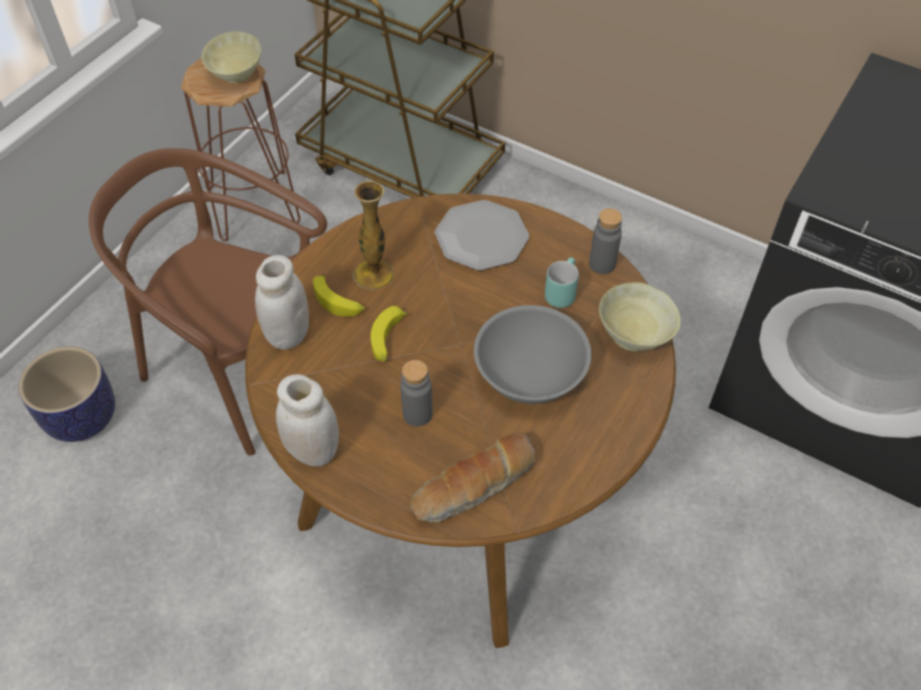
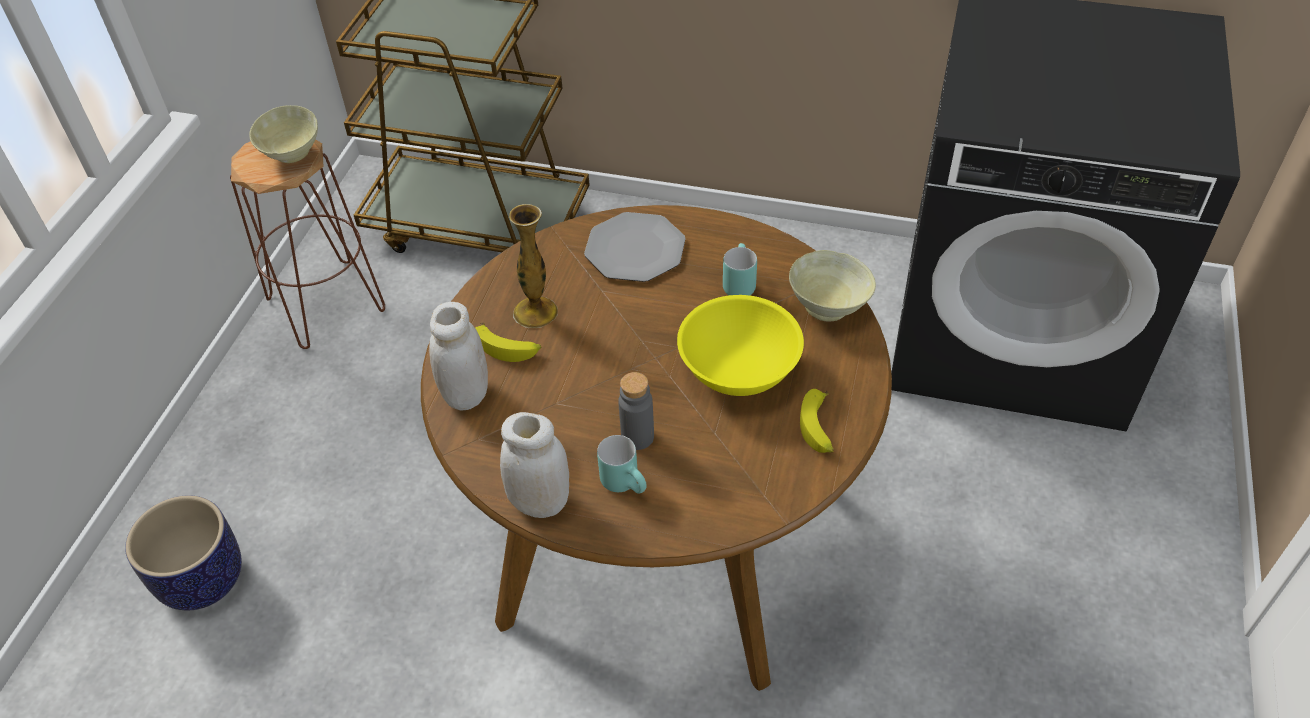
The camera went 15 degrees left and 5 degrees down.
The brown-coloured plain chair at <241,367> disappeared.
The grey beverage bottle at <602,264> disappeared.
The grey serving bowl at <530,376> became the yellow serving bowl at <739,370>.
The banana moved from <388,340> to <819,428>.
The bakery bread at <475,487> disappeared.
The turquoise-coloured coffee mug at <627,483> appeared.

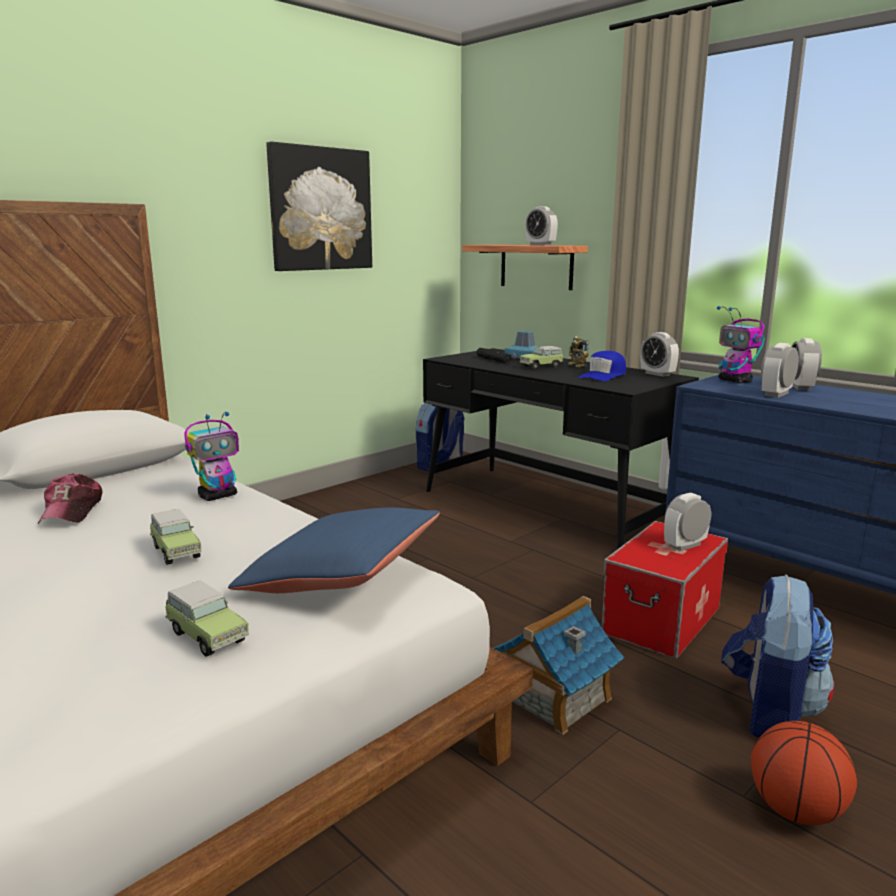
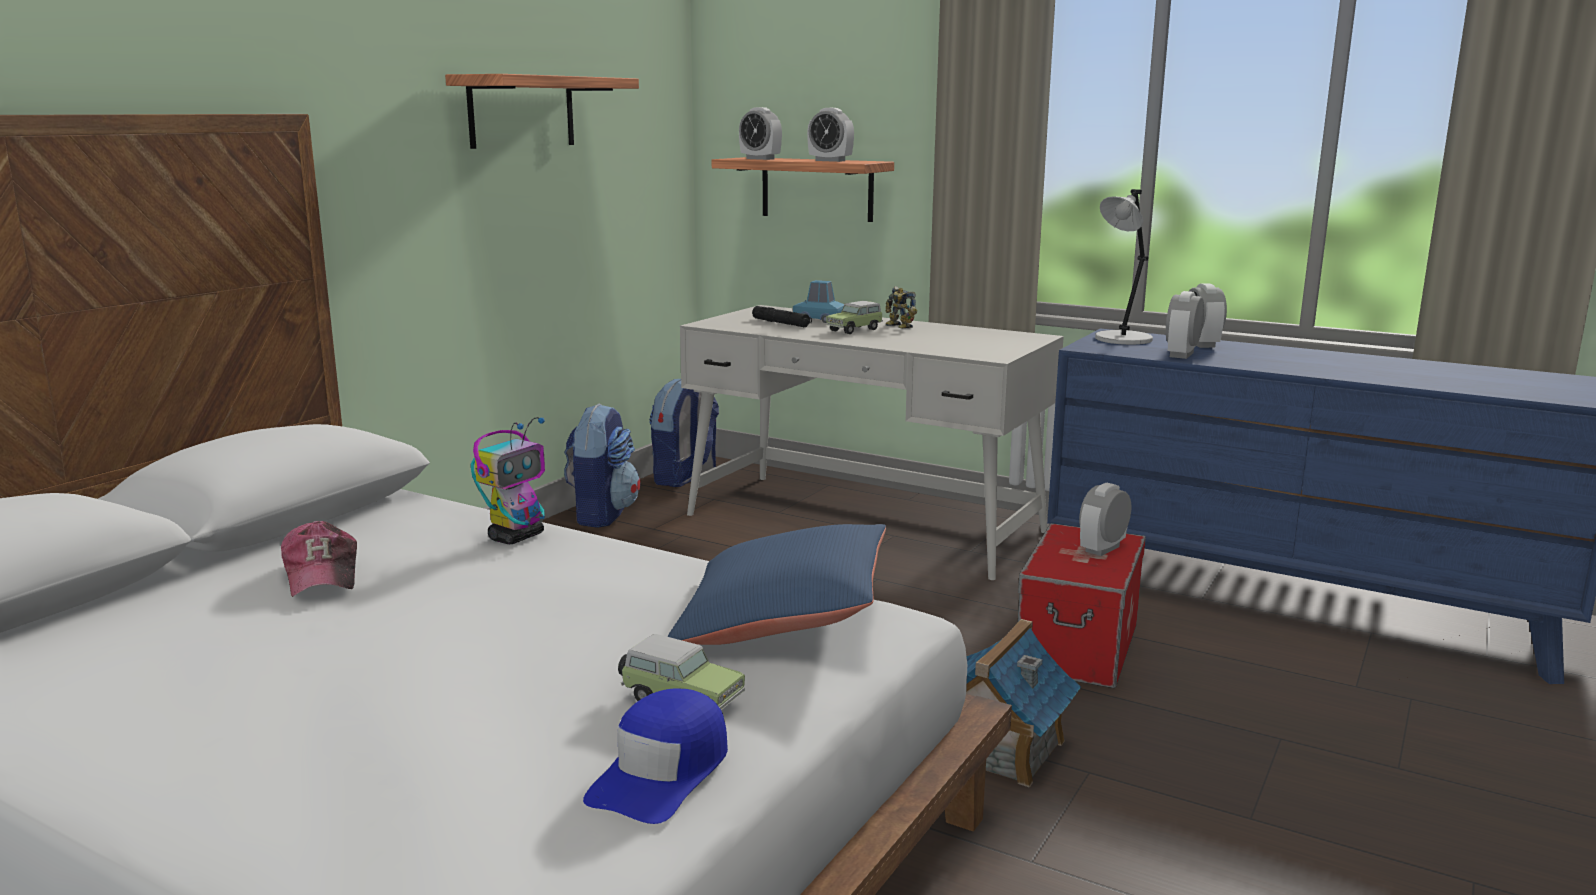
The camera went 15 degrees left and 0 degrees up.
The wall picture at <320,209> was replaced by the bracket shelf at <522,112>.
The model robot at <735,381> was replaced by the grey tabletop lamp at <1121,340>.
The table clock moved from <657,374> to <760,159>.
The blackish desk unit at <545,508> became the whitish desk unit at <864,523>.
The bluish baseball cap moved from <603,376> to <662,773>.
The toy car at <176,551> disappeared.
The knapsack moved from <769,712> to <601,514>.
The ball for basketball at <795,810> disappeared.

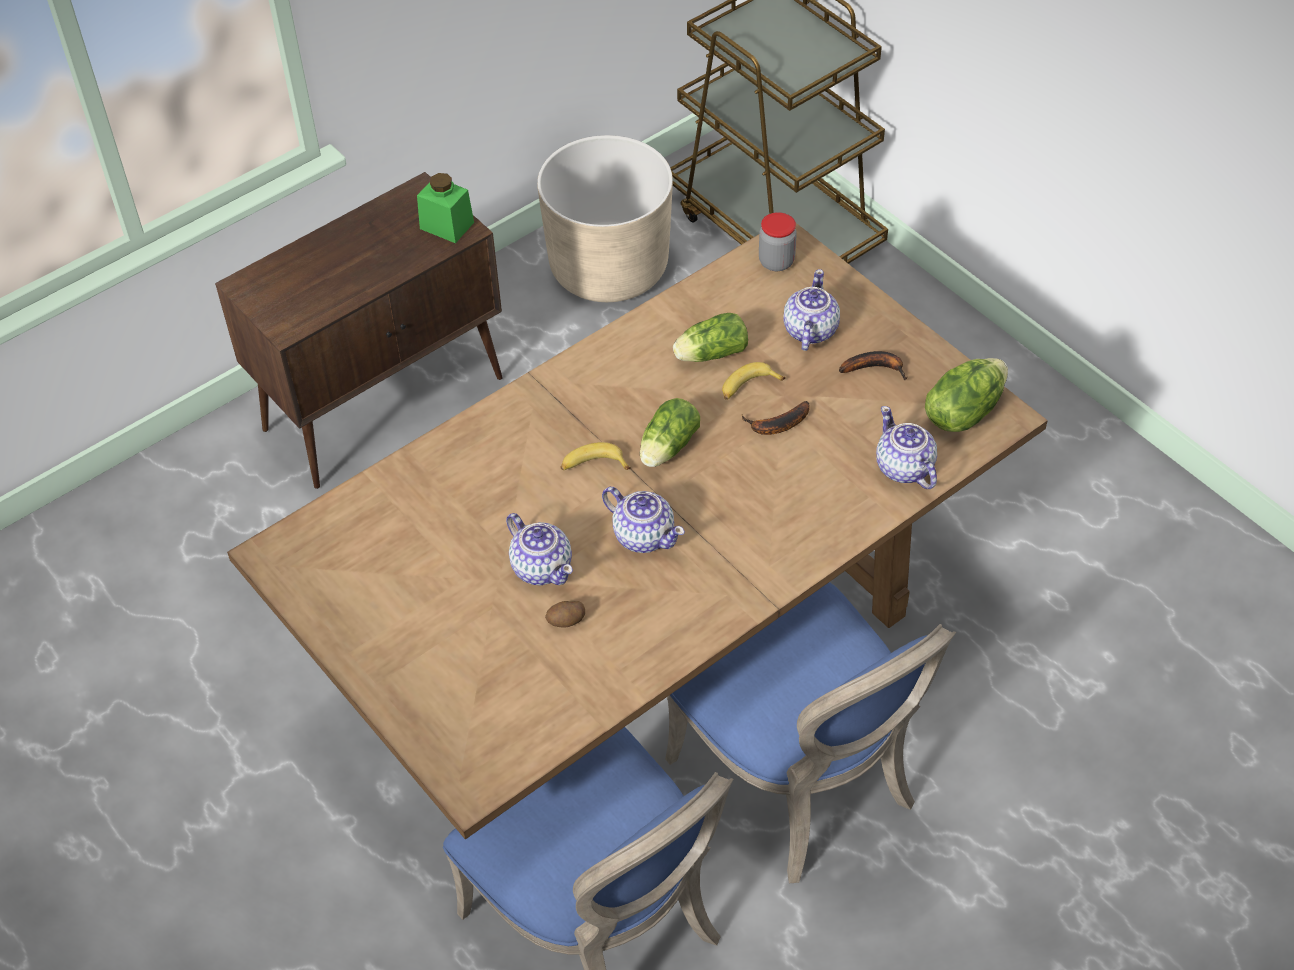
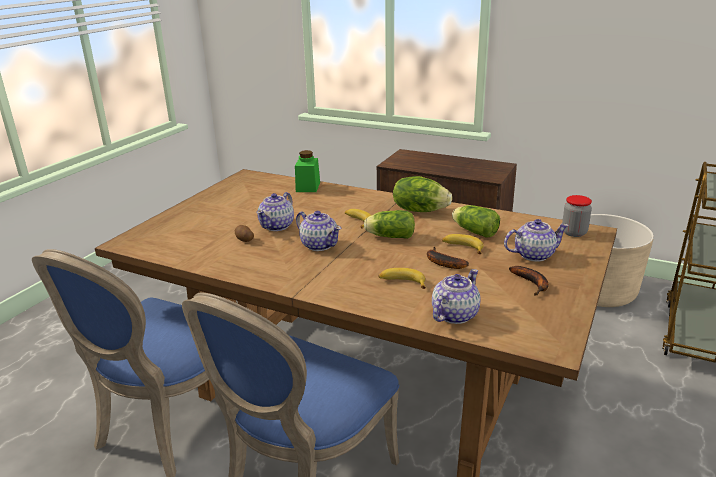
The camera went 65 degrees right and 25 degrees down.
The green-coloured jar moved from <447,225> to <308,187>.
The lettuce moved from <963,412> to <420,210>.
The tea pot at <643,535> turned 60 degrees counterclockwise.
The banana at <402,282> appeared.

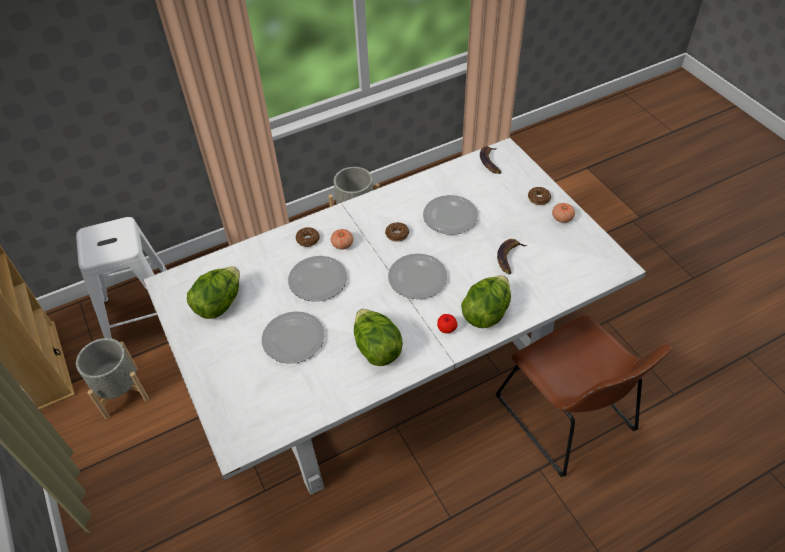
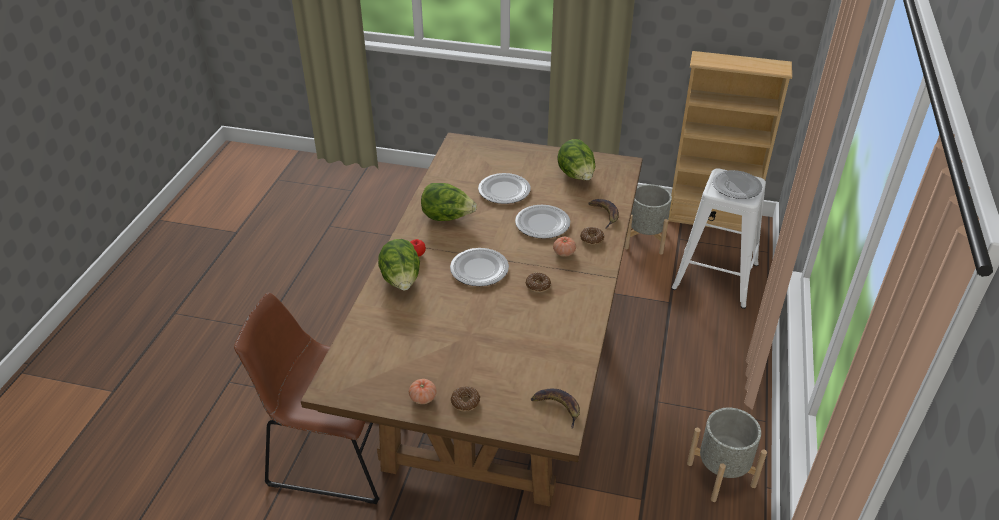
The camera went 130 degrees right and 10 degrees down.
The whitish kitchen table at <398,371> became the brown-coloured kitchen table at <499,381>.
The dinner plate moved from <449,217> to <736,186>.
The banana moved from <509,257> to <604,214>.

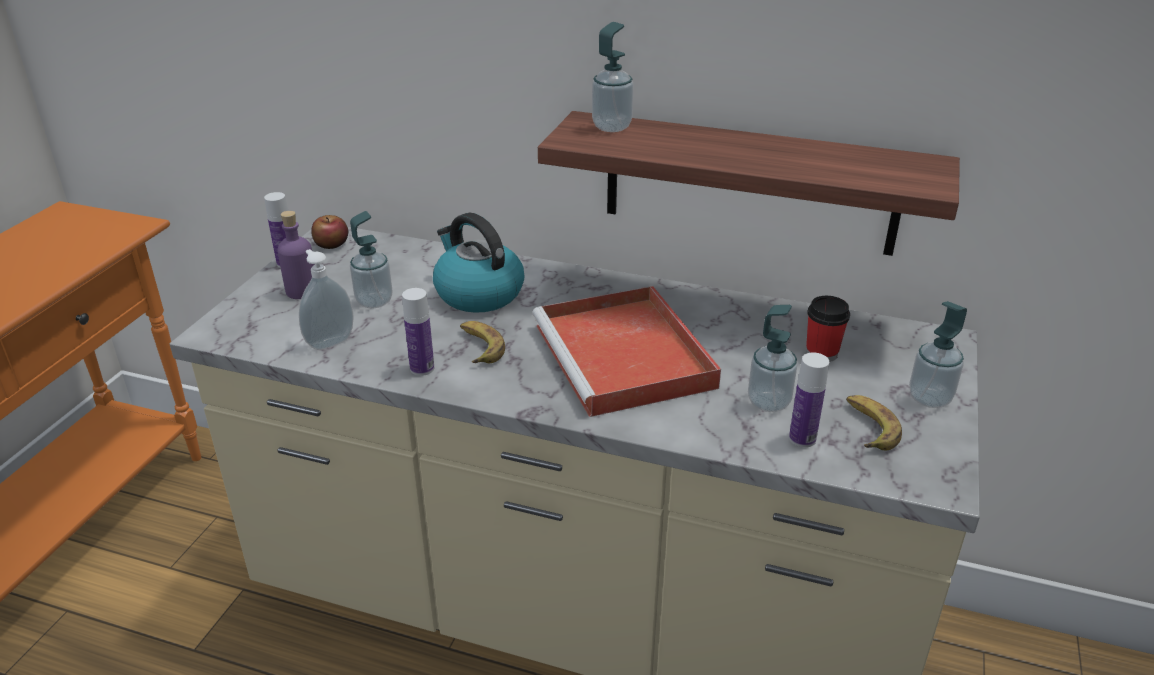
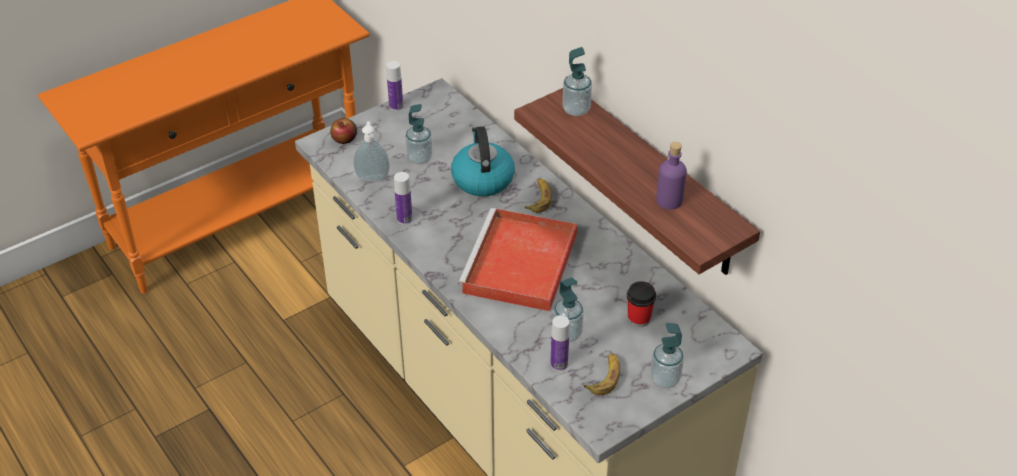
The camera went 35 degrees right and 10 degrees up.
The purple-coloured beverage bottle moved from <302,291> to <669,200>.
The apple fruit moved from <332,244> to <344,139>.
The banana moved from <479,347> to <539,198>.

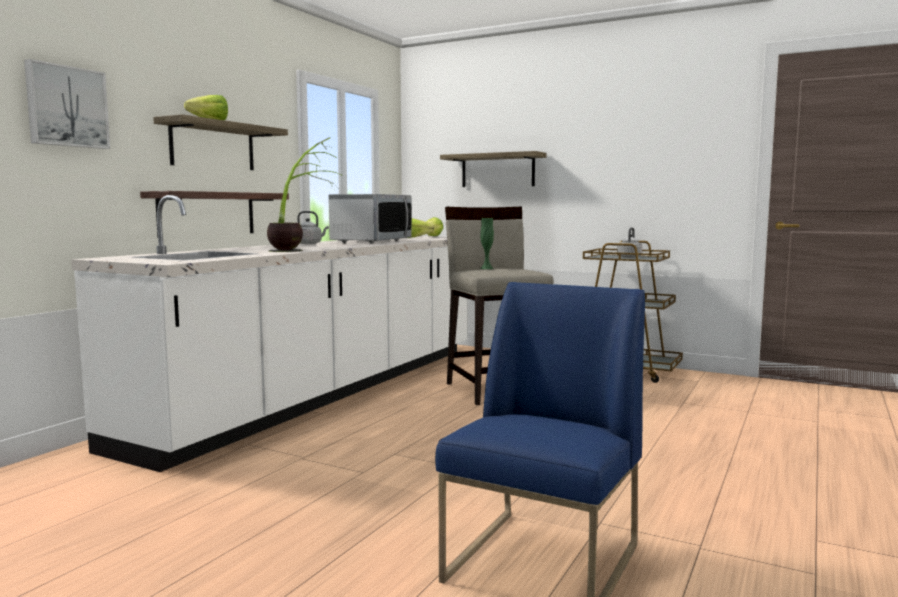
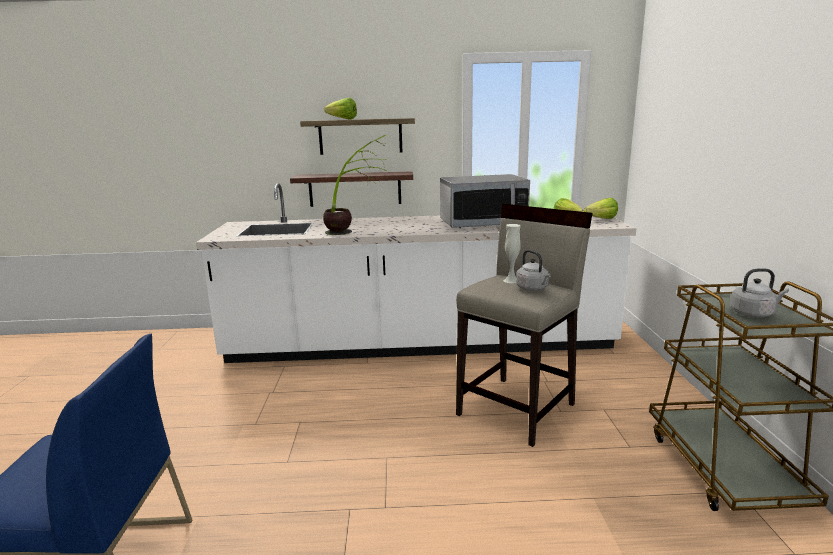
The camera went 60 degrees right and 10 degrees up.
The wall picture at <66,107> disappeared.
The bracket shelf at <497,170> disappeared.
The grey tea kettle moved from <310,243> to <533,289>.
The green-coloured vase at <486,268> became the whitish vase at <511,280>.

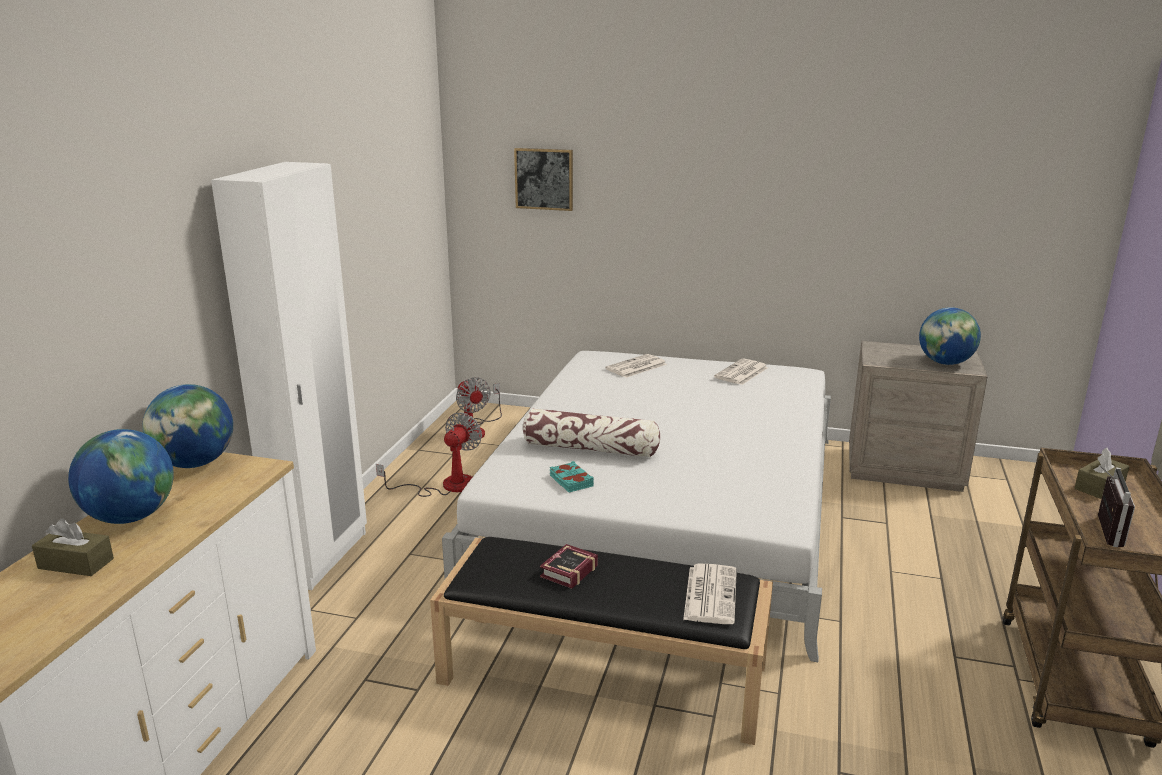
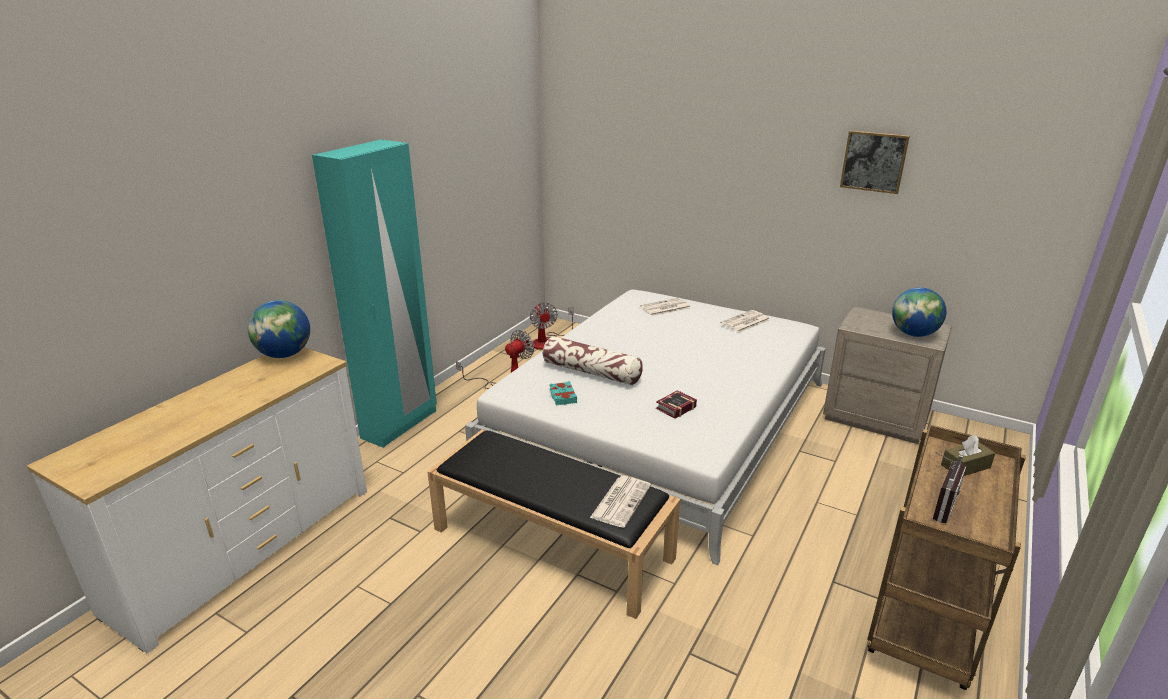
The camera went 15 degrees right and 5 degrees up.
The wall picture moved from <544,179> to <873,161>.
The whitish clothes cupboard at <322,557> became the turquoise-coloured clothes cupboard at <400,424>.
The desk globe at <130,517> disappeared.
The brown-coloured box of tissues at <76,563> disappeared.
The volume moved from <566,572> to <674,408>.

